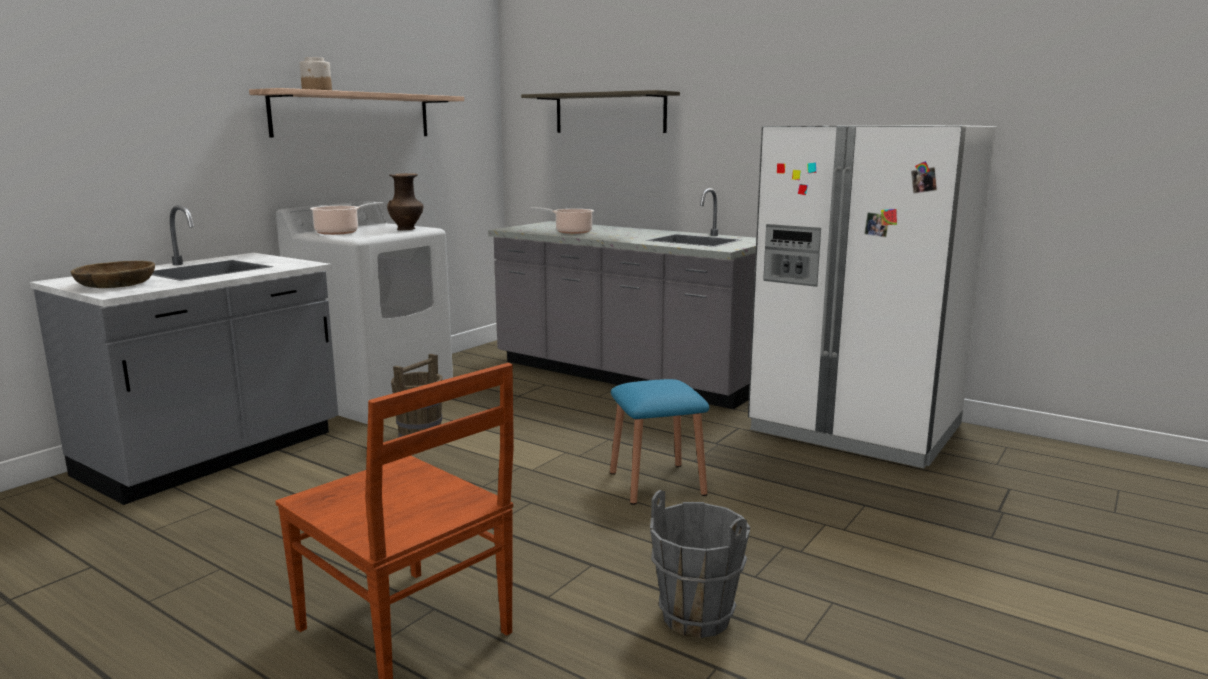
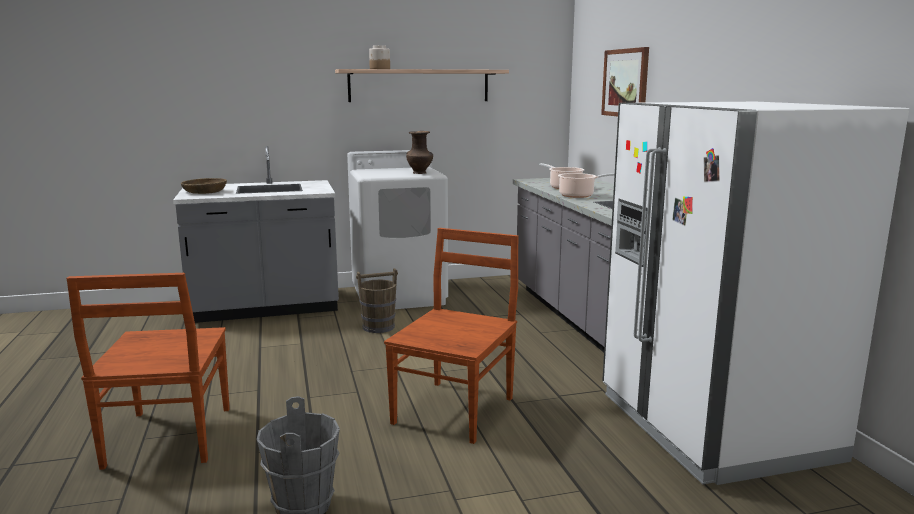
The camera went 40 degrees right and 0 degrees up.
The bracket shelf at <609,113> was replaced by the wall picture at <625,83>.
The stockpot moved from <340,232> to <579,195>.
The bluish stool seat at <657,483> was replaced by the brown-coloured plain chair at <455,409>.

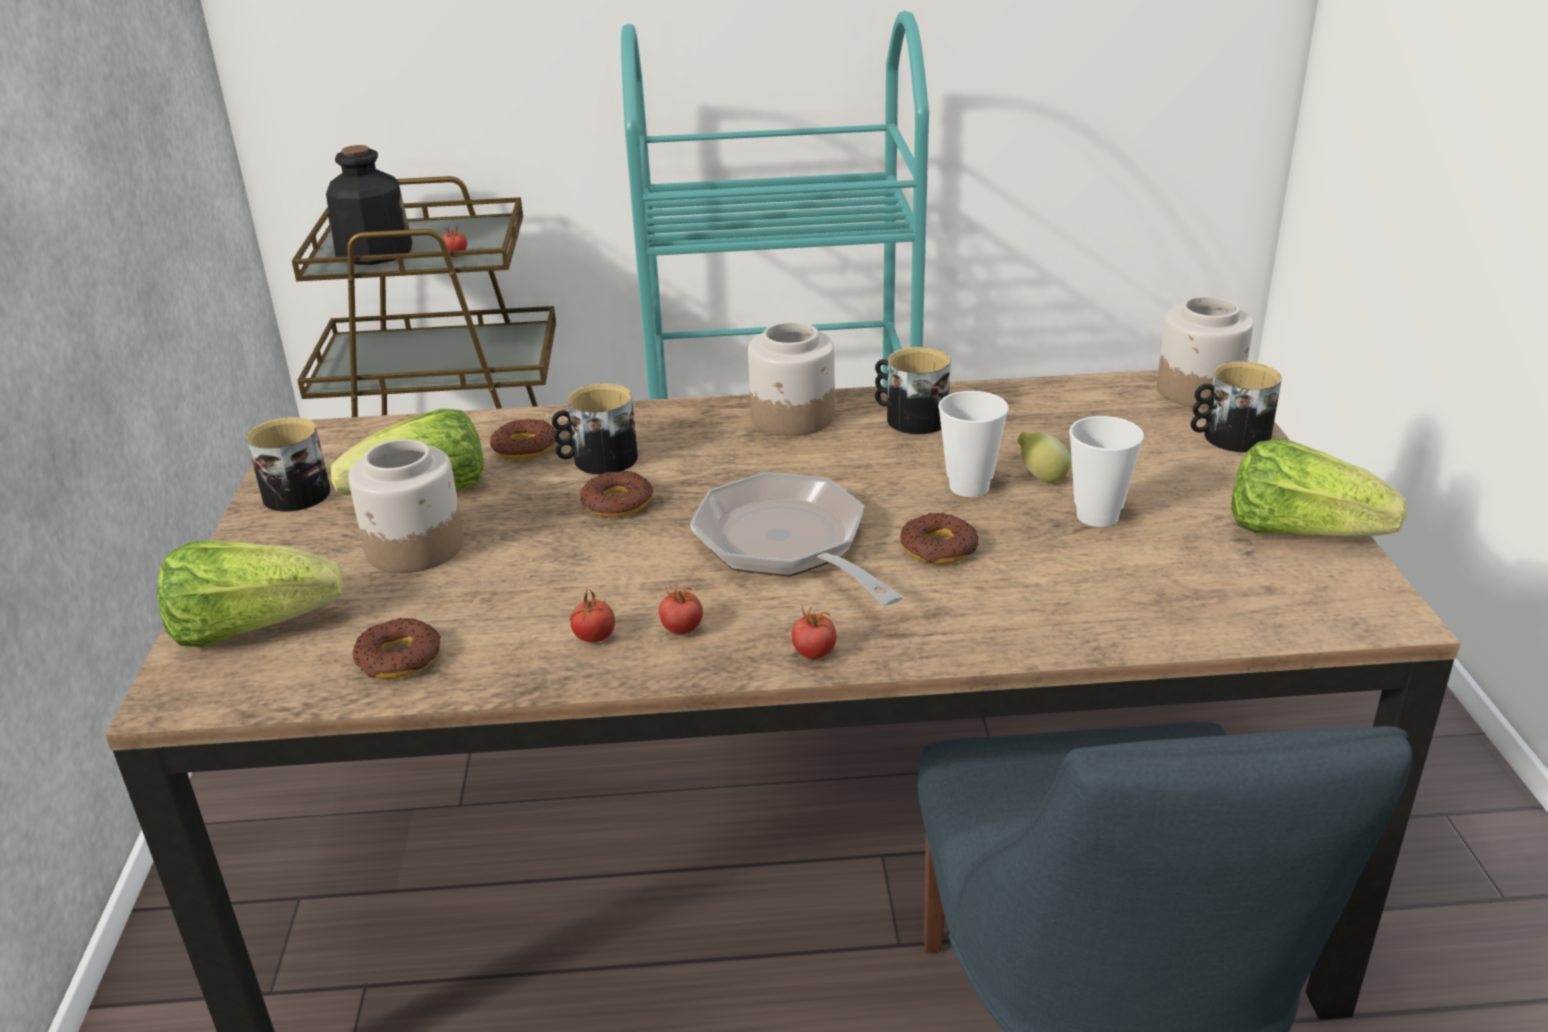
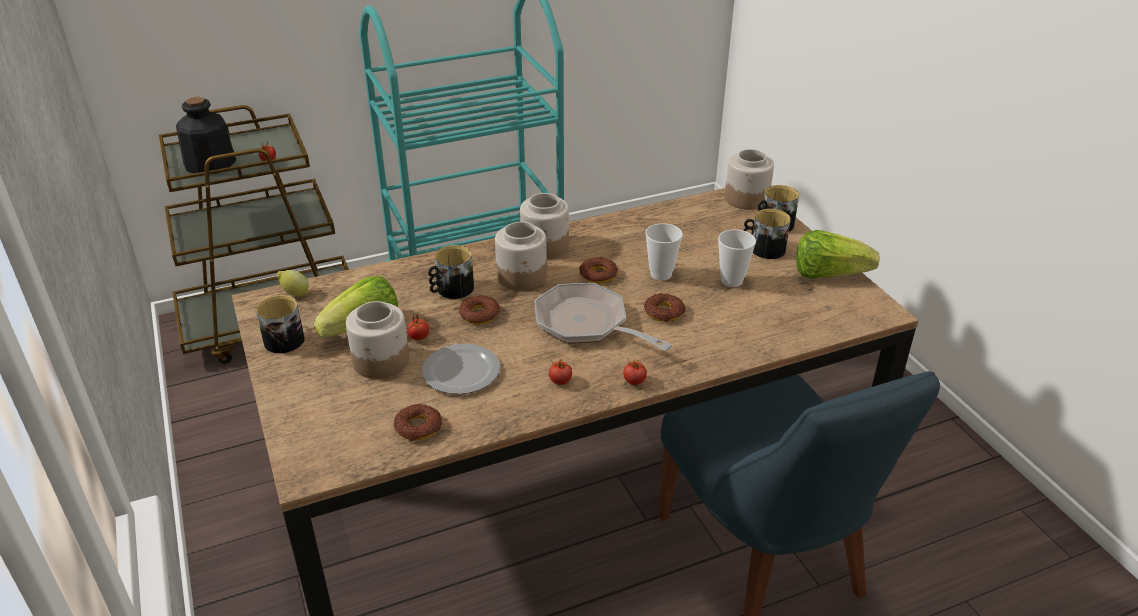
The camera went 20 degrees left and 5 degrees up.
The coffee mug moved from <910,418> to <763,249>.
The doughnut moved from <525,447> to <598,274>.
The citrus fruit moved from <1041,478> to <295,294>.
The lettuce at <251,628> disappeared.
The whole tomato moved from <594,638> to <418,337>.
The jar at <522,276> appeared.
The dinner plate at <461,371> appeared.

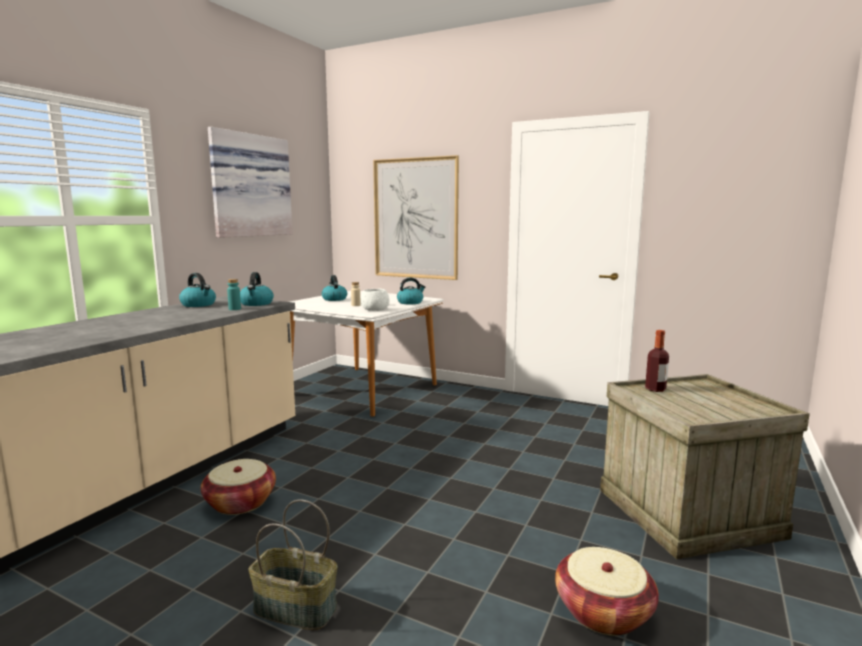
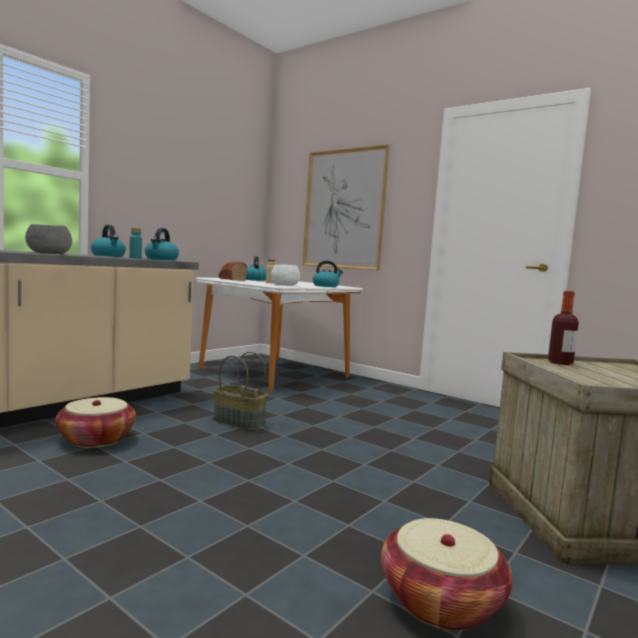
The camera went 10 degrees right and 5 degrees down.
The wall picture at <249,186> disappeared.
The storage basket moved from <294,609> to <238,422>.
The grey serving bowl at <49,253> appeared.
The bakery bread at <231,279> appeared.

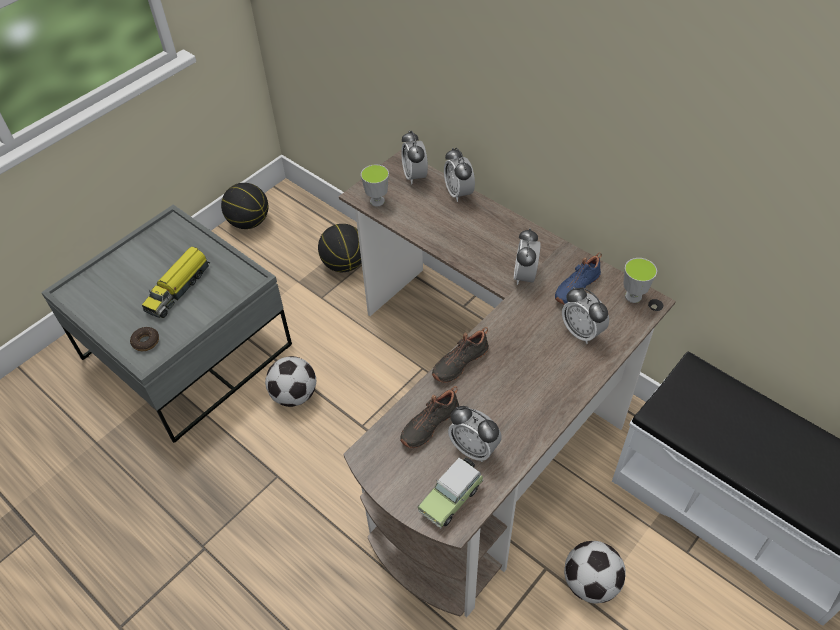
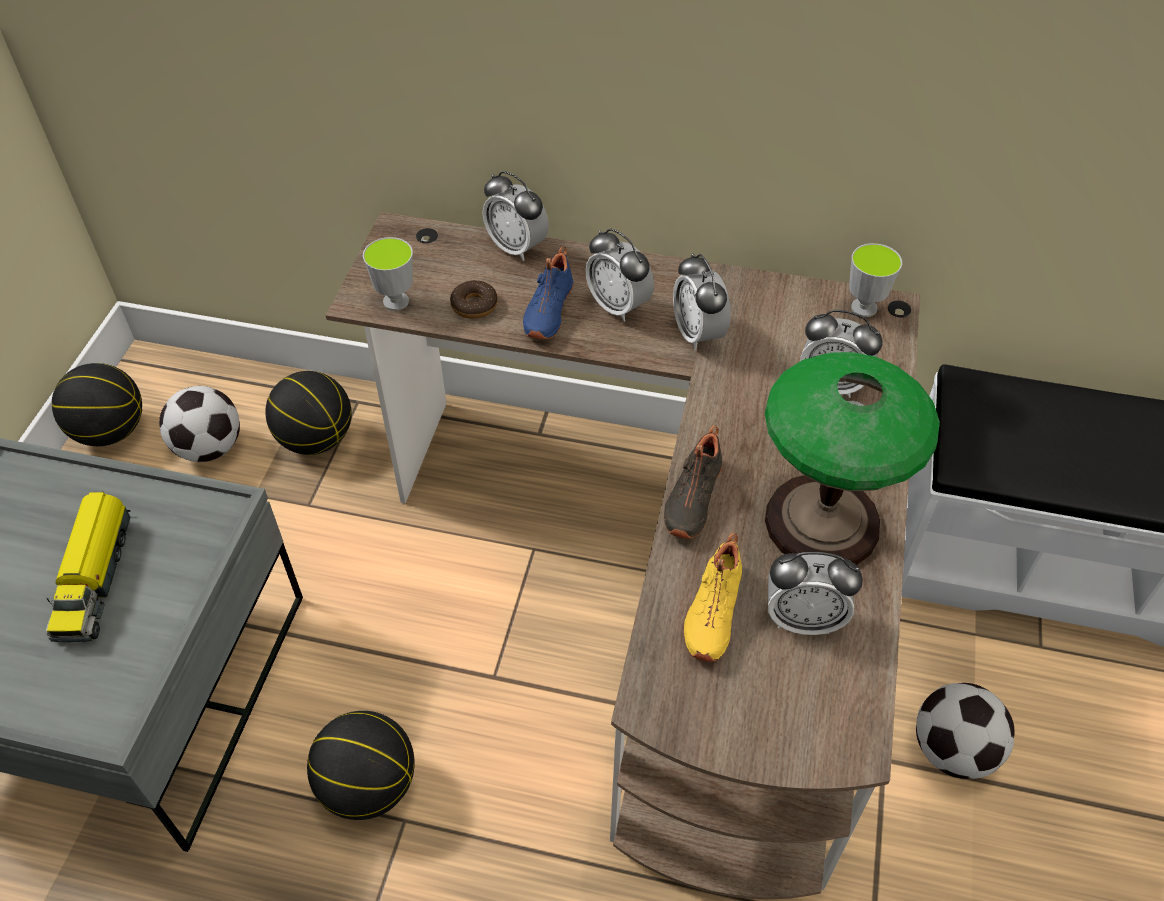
The camera went 30 degrees left and 0 degrees up.
The table clock moved from <415,176> to <618,306>.
The bluish low shoe moved from <575,287> to <547,310>.
The doughnut moved from <146,342> to <474,305>.
The ball for football moved from <294,395> to <209,448>.
The blackish low shoe at <428,423> became the yellow low shoe at <711,611>.
The toy car at <452,497> disappeared.
The tabletop lamp at <822,521> appeared.
The ball for basketball at <368,785> appeared.

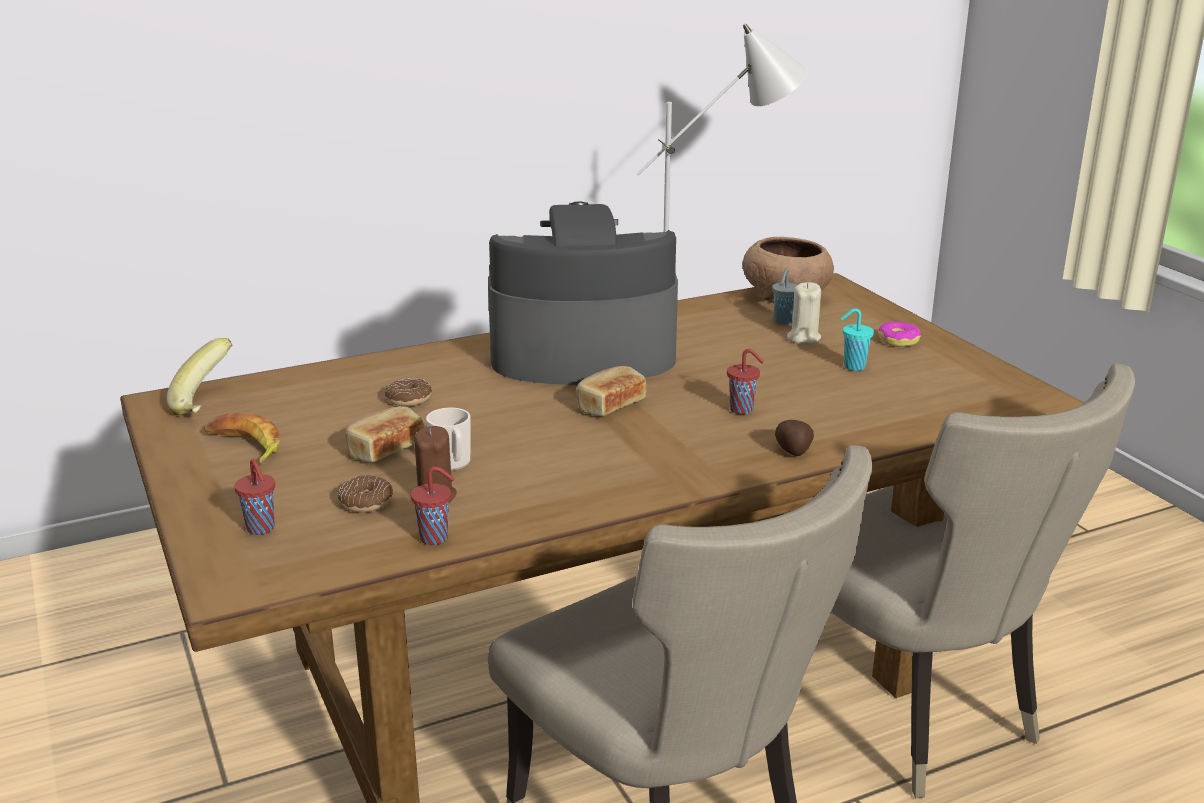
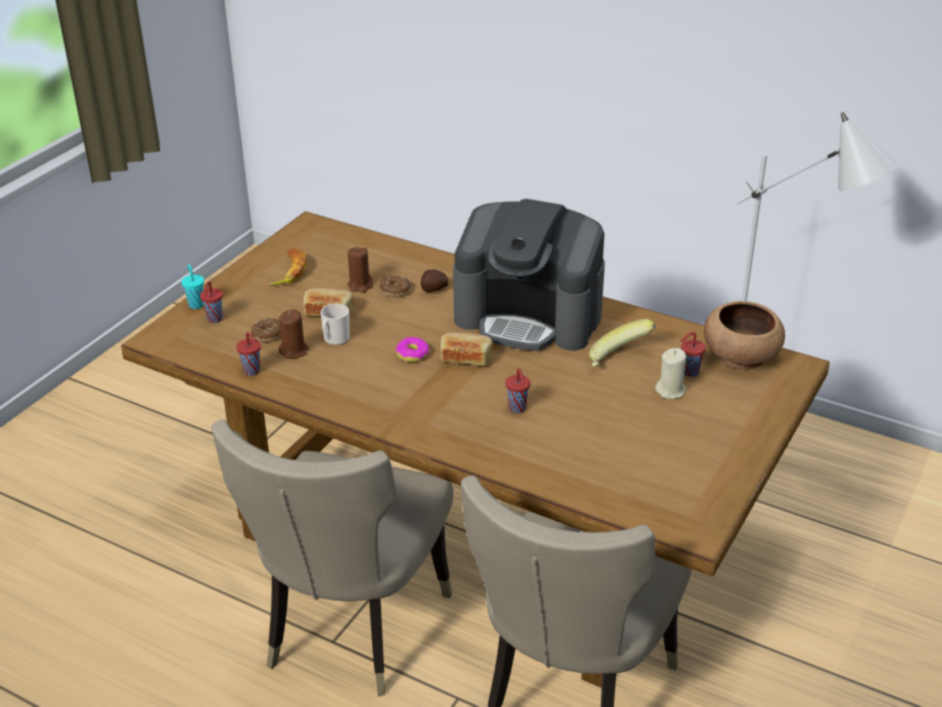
The camera went 55 degrees right and 10 degrees up.
The coffee maker at <581,353> turned 150 degrees clockwise.
The grey cup at <783,322> became the red-coloured cup at <689,372>.
The turquoise-coloured cup moved from <853,367> to <196,304>.
The doughnut moved from <898,341> to <413,354>.
The banana moved from <208,403> to <619,360>.
The whole potato moved from <793,451> to <434,289>.
The brown-coloured candle at <360,285> appeared.

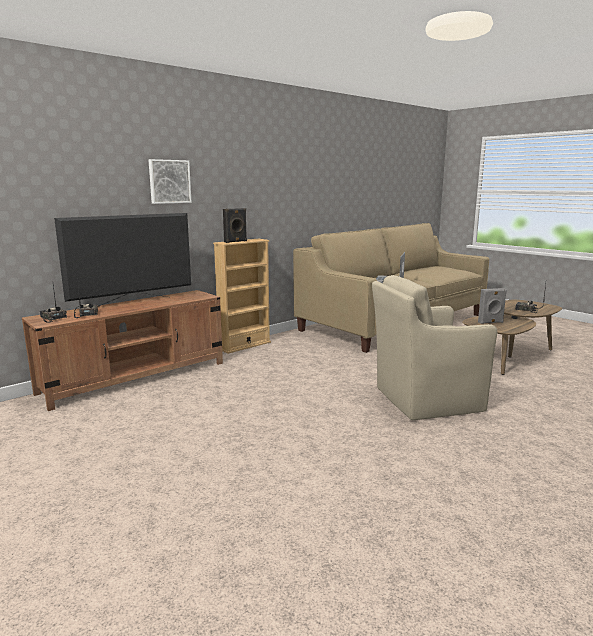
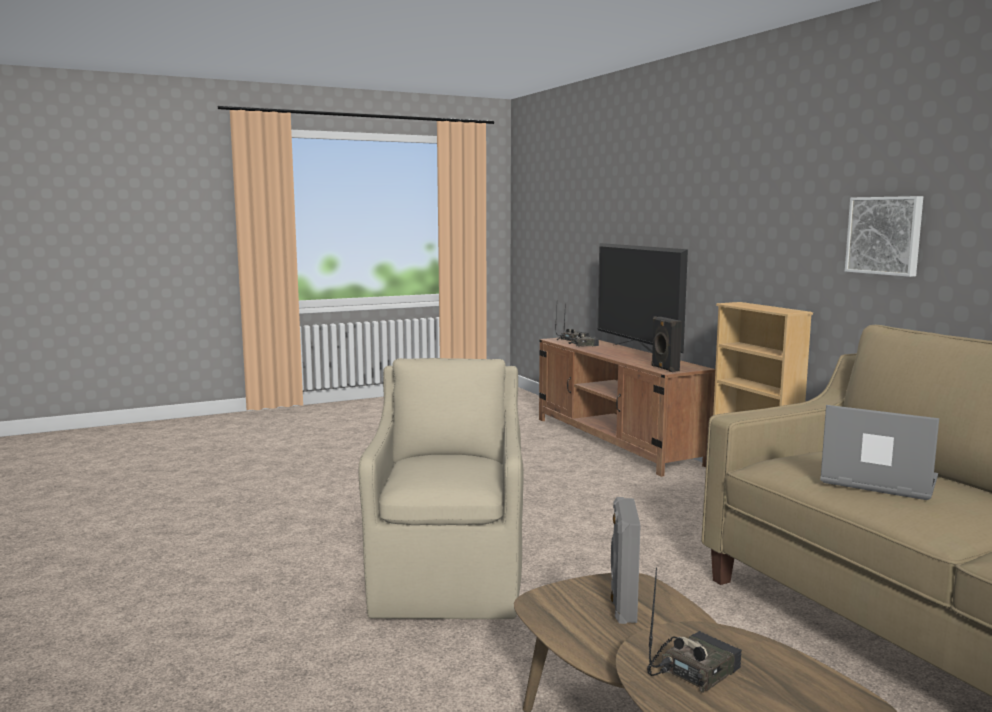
The camera went 105 degrees right and 5 degrees down.
The wall picture moved from <169,181> to <885,235>.
The blackish audio speaker moved from <236,241> to <664,368>.

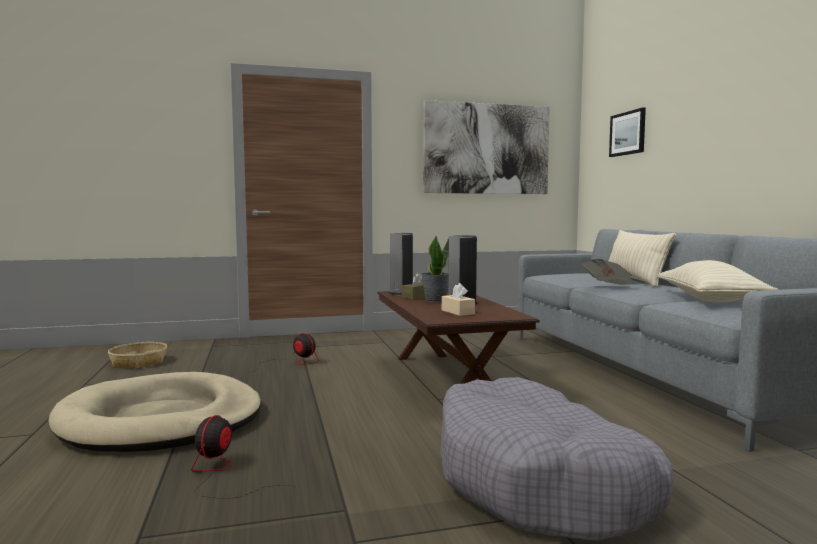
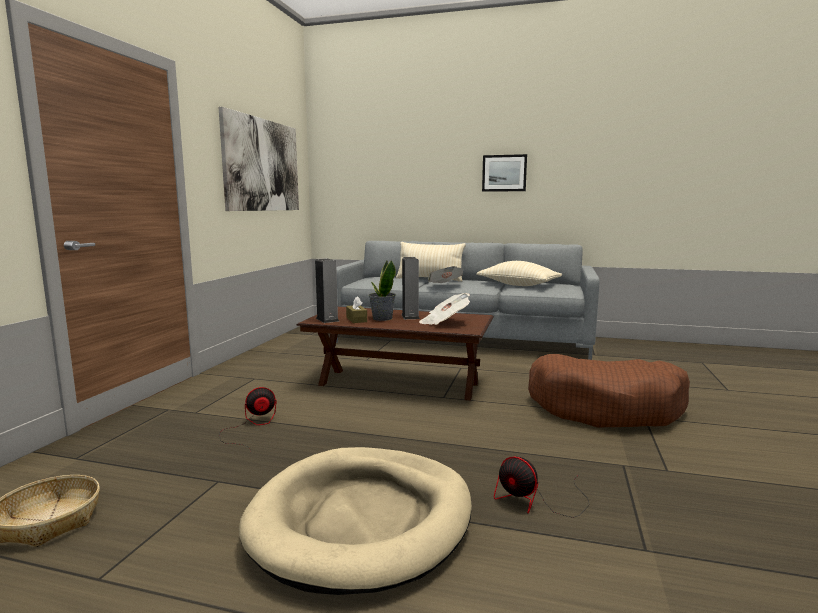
The camera went 60 degrees left and 5 degrees up.
The wall picture moved from <628,133> to <504,173>.
The beige box of tissues at <457,312> was replaced by the printed paper at <444,322>.
The grey pet bed at <540,482> became the brown-coloured pet bed at <605,407>.

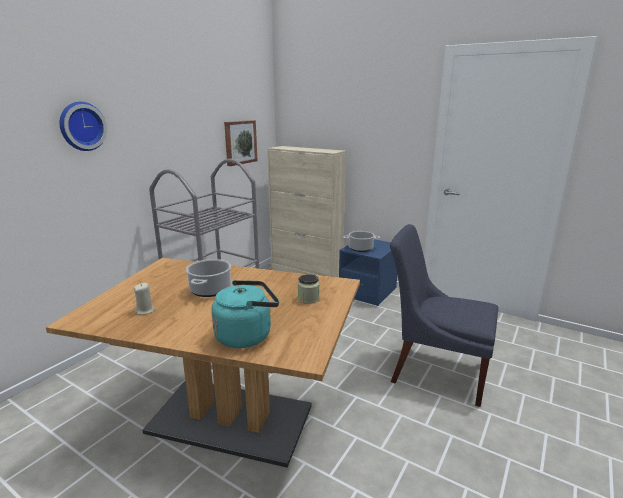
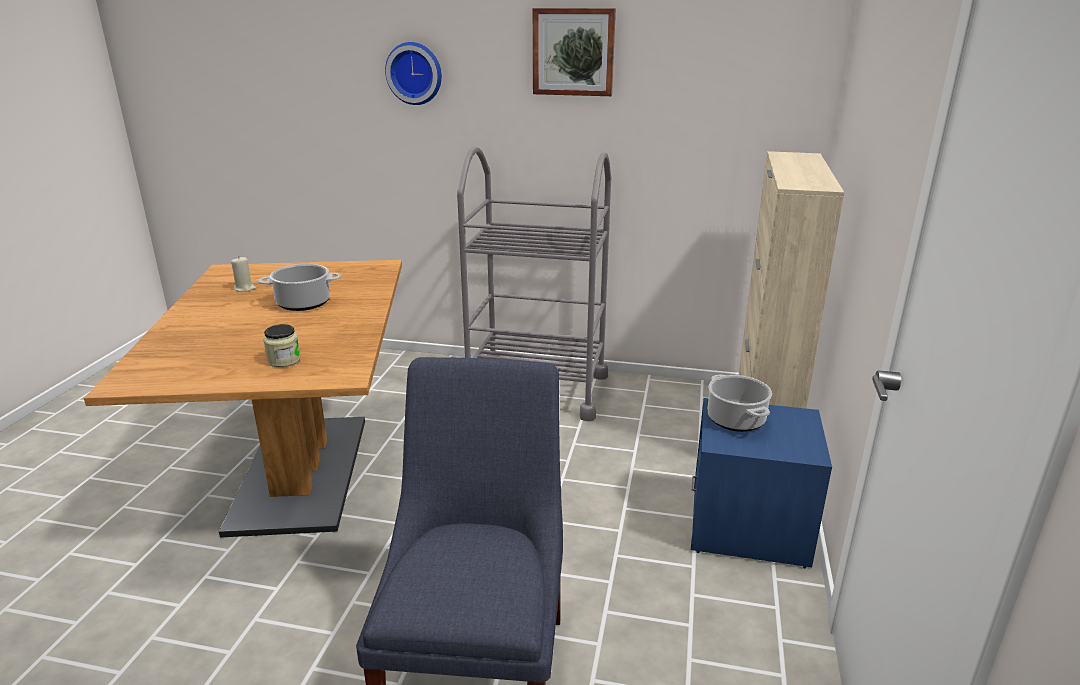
The camera went 70 degrees right and 5 degrees up.
The wall picture moved from <240,142> to <573,52>.
The turquoise-coloured tea kettle at <247,335> disappeared.

